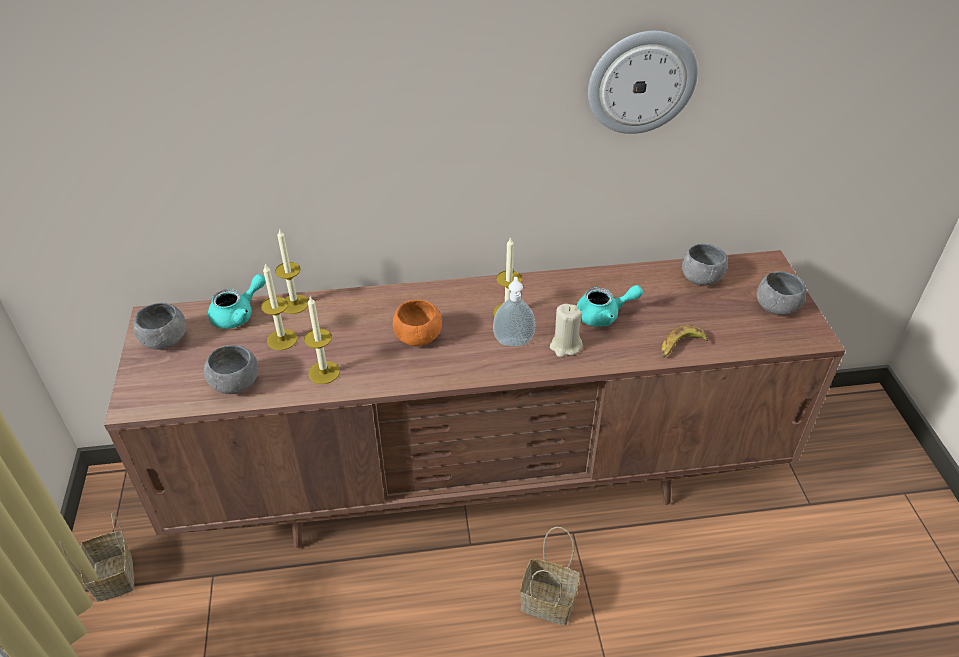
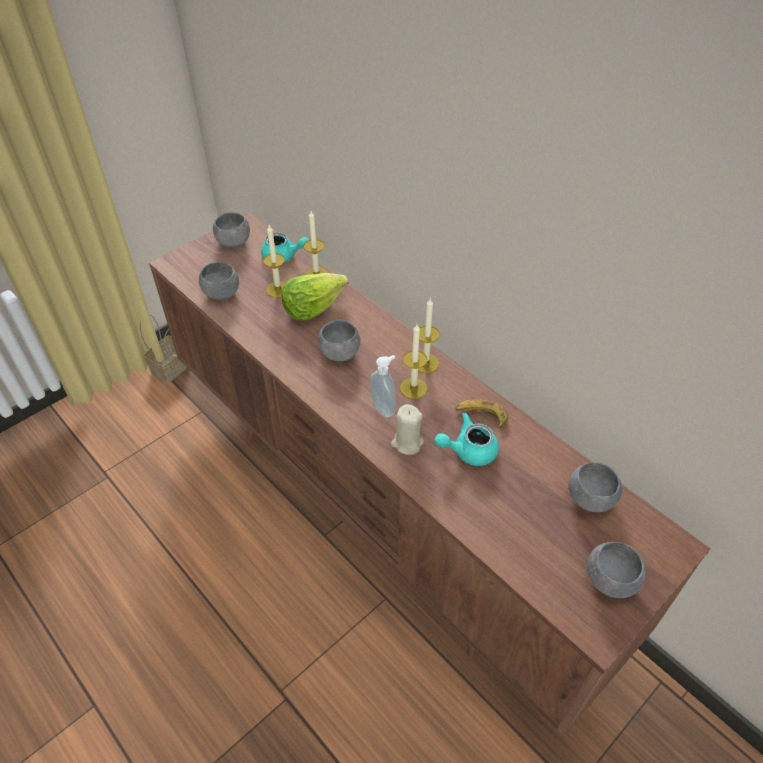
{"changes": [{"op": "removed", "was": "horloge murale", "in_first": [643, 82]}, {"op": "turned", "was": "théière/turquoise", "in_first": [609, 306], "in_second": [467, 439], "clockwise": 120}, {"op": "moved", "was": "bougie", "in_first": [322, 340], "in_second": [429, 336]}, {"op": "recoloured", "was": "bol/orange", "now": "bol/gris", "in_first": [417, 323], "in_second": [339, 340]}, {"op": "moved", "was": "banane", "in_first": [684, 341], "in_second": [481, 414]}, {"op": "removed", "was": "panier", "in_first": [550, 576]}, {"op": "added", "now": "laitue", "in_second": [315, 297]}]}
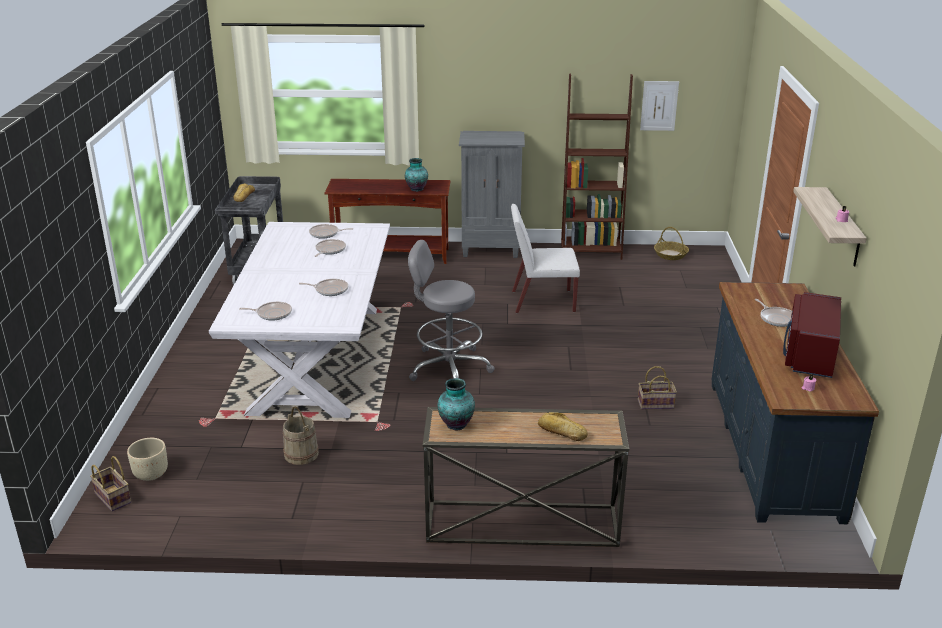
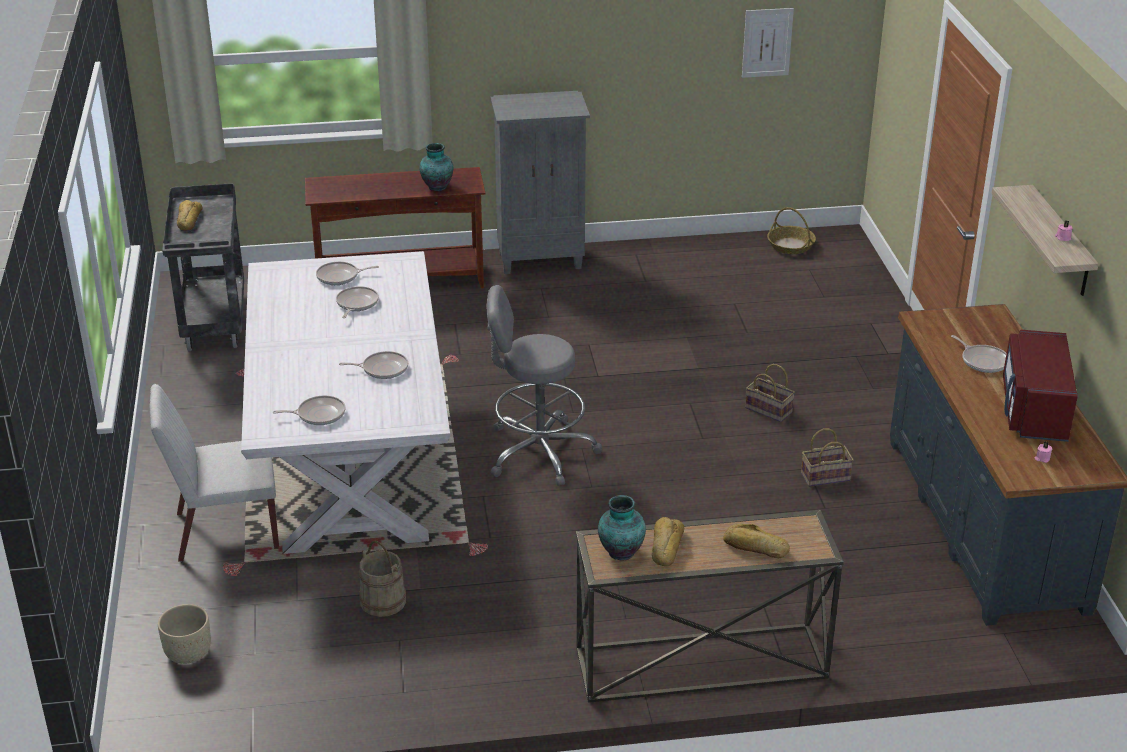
{"changes": [{"op": "removed", "was": "bibliothèque/marron", "in_first": [597, 167]}, {"op": "moved", "was": "chaise/blanc", "in_first": [545, 258], "in_second": [214, 473]}, {"op": "moved", "was": "panier", "in_first": [110, 483], "in_second": [770, 393]}, {"op": "added", "now": "pain", "in_second": [668, 541]}]}
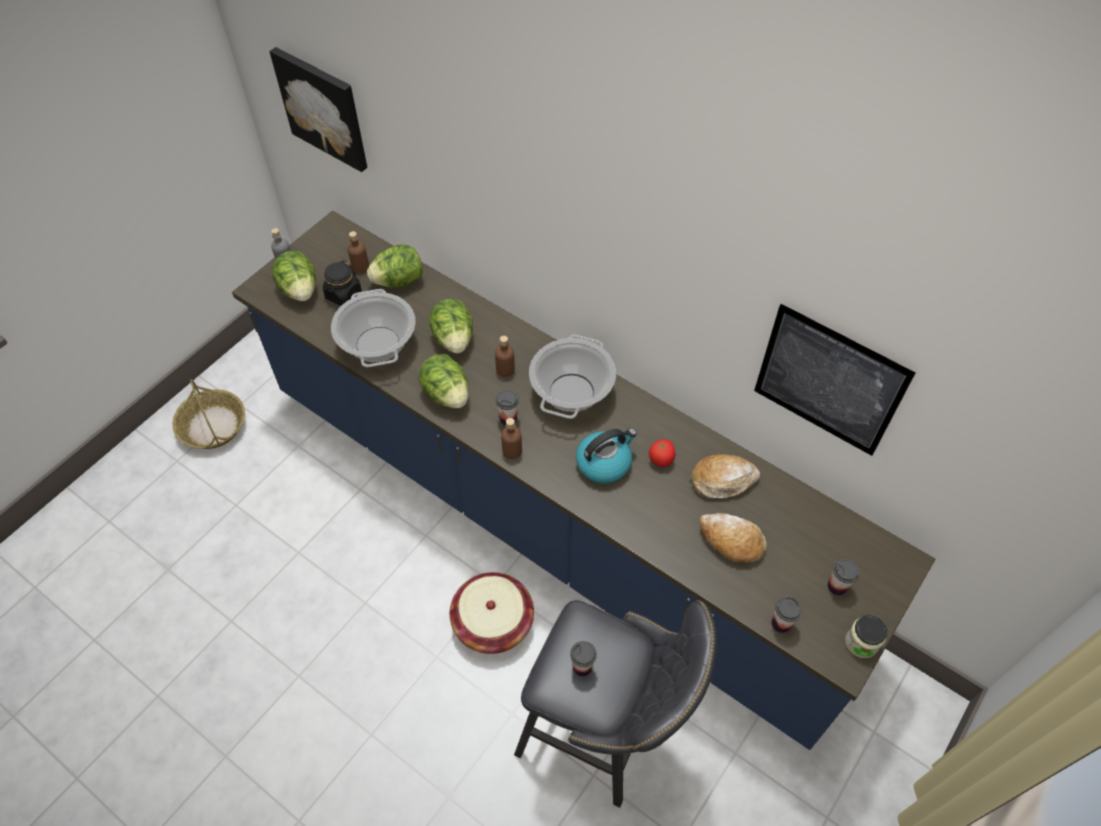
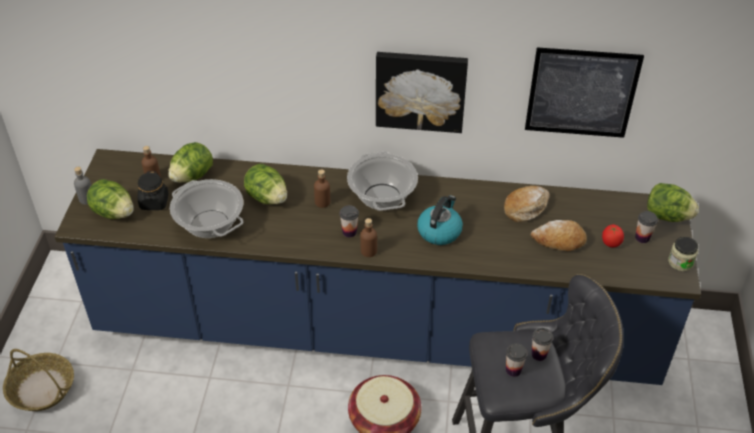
{"changes": [{"op": "moved", "was": "tableau", "in_first": [318, 109], "in_second": [422, 92]}, {"op": "moved", "was": "laitue", "in_first": [443, 381], "in_second": [673, 202]}, {"op": "moved", "was": "tomate", "in_first": [662, 453], "in_second": [613, 236]}, {"op": "moved", "was": "tasse", "in_first": [787, 614], "in_second": [542, 344]}]}
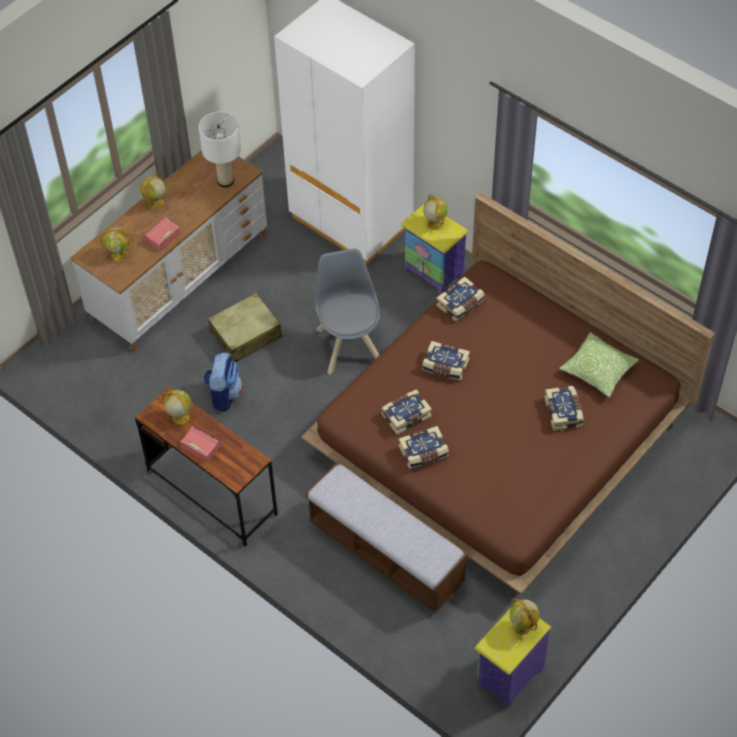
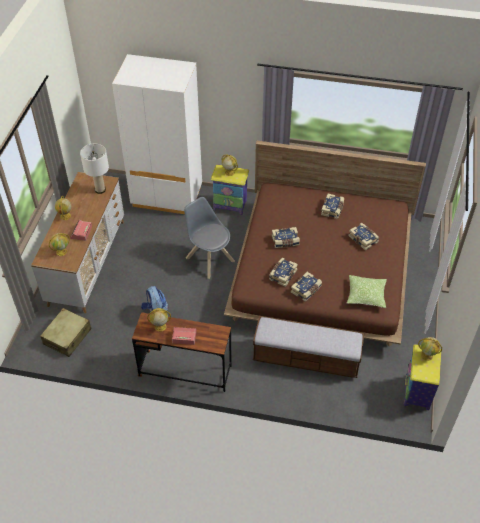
{"changes": [{"op": "moved", "was": "livre", "in_first": [460, 299], "in_second": [332, 206]}, {"op": "moved", "was": "valise/beige", "in_first": [245, 327], "in_second": [65, 332]}, {"op": "moved", "was": "coussin", "in_first": [599, 364], "in_second": [367, 291]}]}
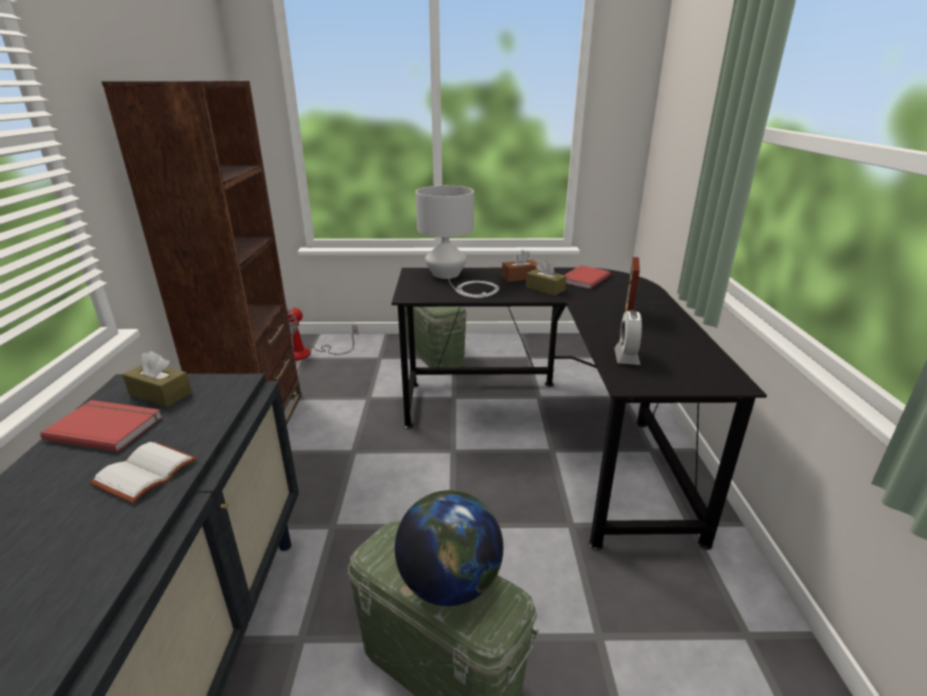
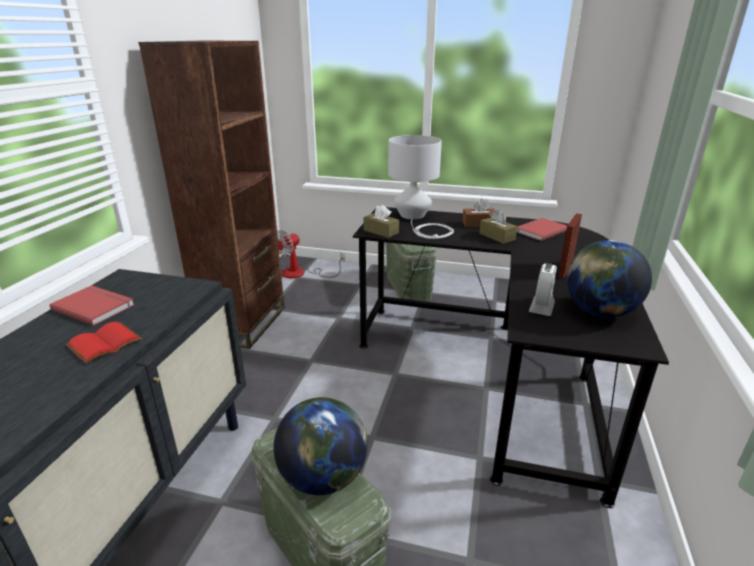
{"changes": [{"op": "moved", "was": "boîte à mouchoirs/marron", "in_first": [157, 379], "in_second": [381, 221]}, {"op": "recoloured", "was": "livre/blanc", "now": "livre/rouge", "in_first": [143, 472], "in_second": [104, 342]}, {"op": "added", "now": "globe", "in_second": [609, 278]}]}
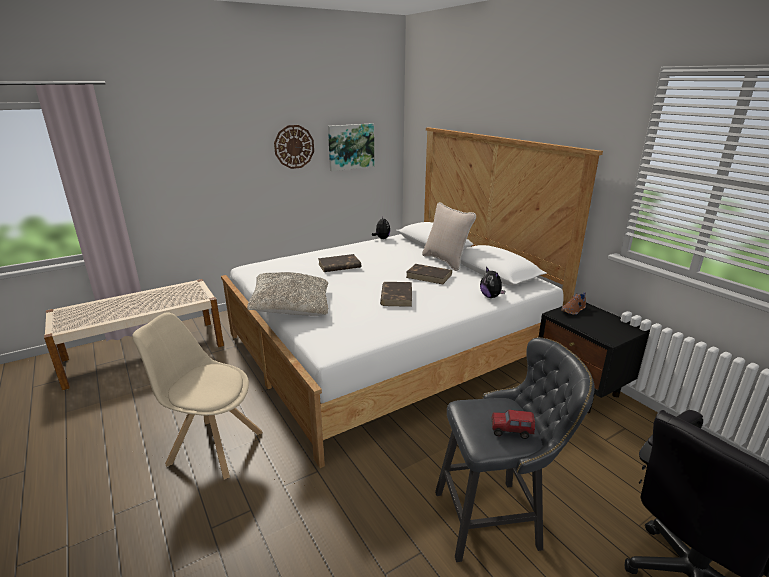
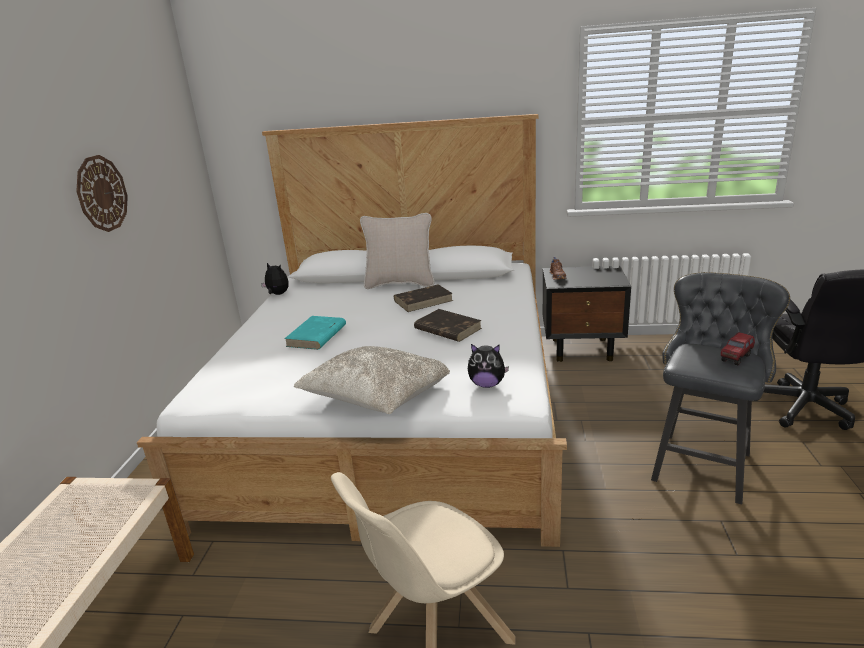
{"changes": [{"op": "removed", "was": "tableau", "in_first": [351, 147]}, {"op": "recoloured", "was": "livre/marron", "now": "livre/turquoise", "in_first": [339, 263], "in_second": [315, 333]}, {"op": "moved", "was": "peluche", "in_first": [492, 282], "in_second": [488, 366]}]}
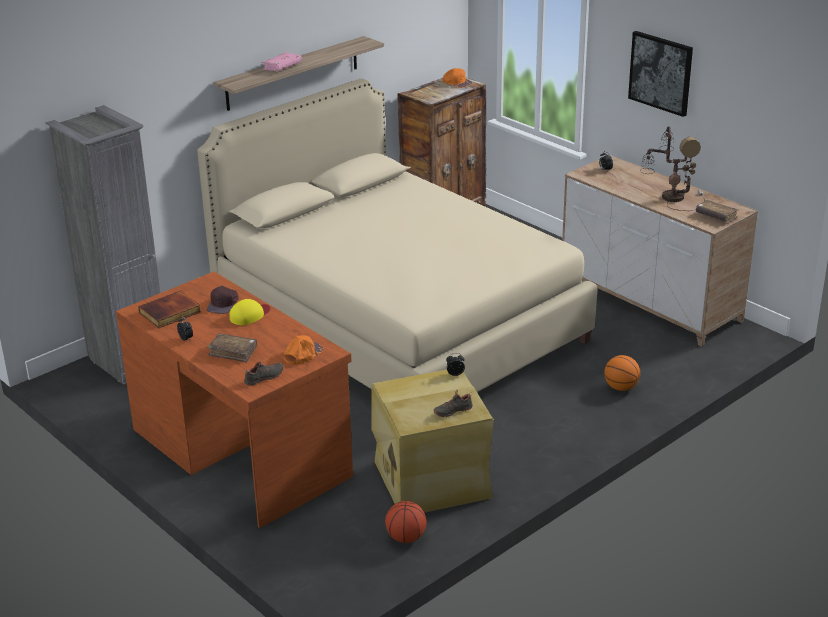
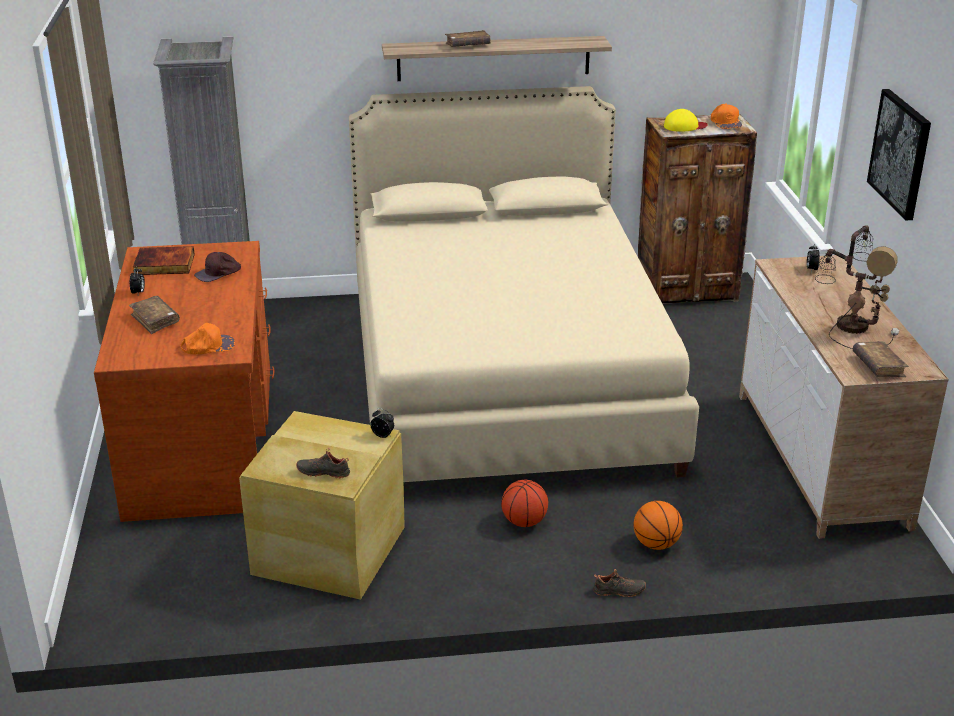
{"changes": [{"op": "recoloured", "was": "livre/rose", "now": "livre/marron", "in_first": [282, 61], "in_second": [468, 38]}, {"op": "moved", "was": "casquette/jaune", "in_first": [250, 312], "in_second": [686, 120]}, {"op": "moved", "was": "chaussure/noir", "in_first": [263, 372], "in_second": [619, 583]}, {"op": "moved", "was": "ballon de basket", "in_first": [406, 522], "in_second": [524, 503]}]}
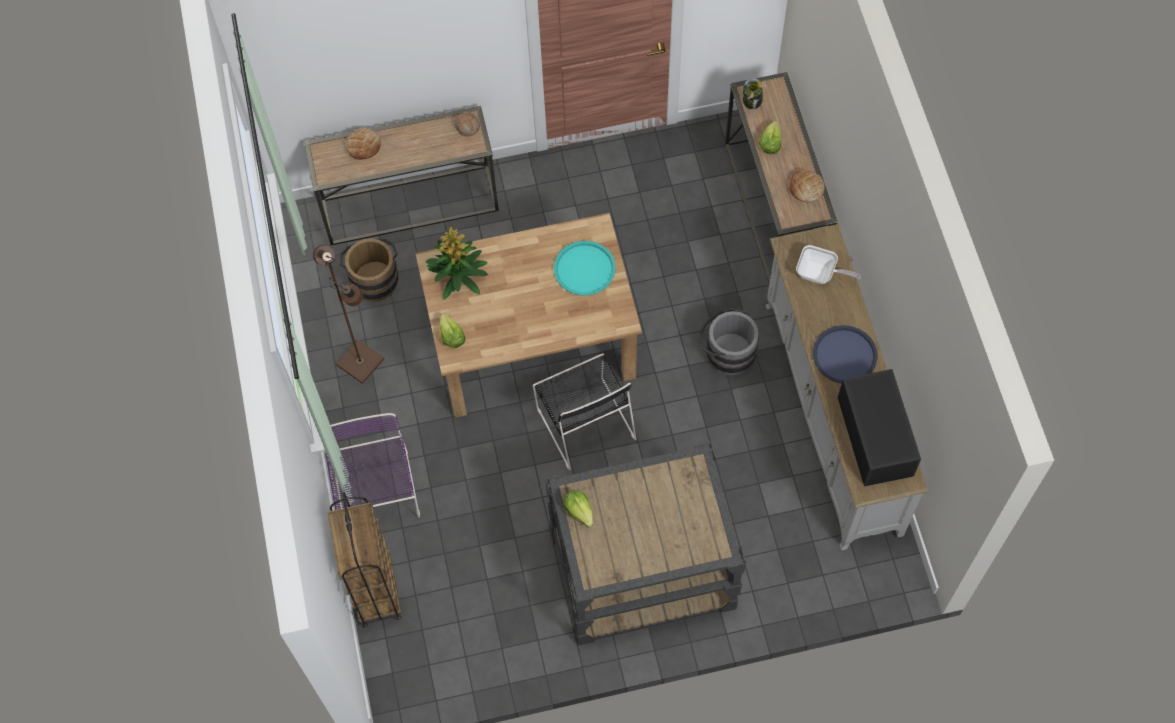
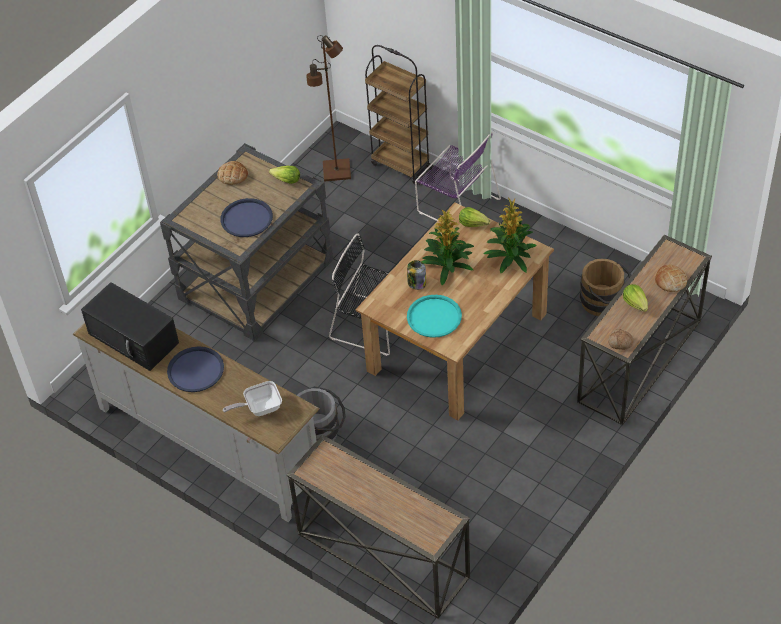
{"changes": [{"op": "moved", "was": "bocal", "in_first": [753, 94], "in_second": [416, 275]}, {"op": "moved", "was": "laitue", "in_first": [770, 137], "in_second": [635, 298]}, {"op": "moved", "was": "pain", "in_first": [807, 186], "in_second": [232, 173]}, {"op": "moved", "was": "lampadaire/marron", "in_first": [348, 314], "in_second": [328, 108]}, {"op": "added", "now": "plateau/bleu", "in_second": [246, 217]}, {"op": "added", "now": "plante en pot", "in_second": [447, 247]}]}
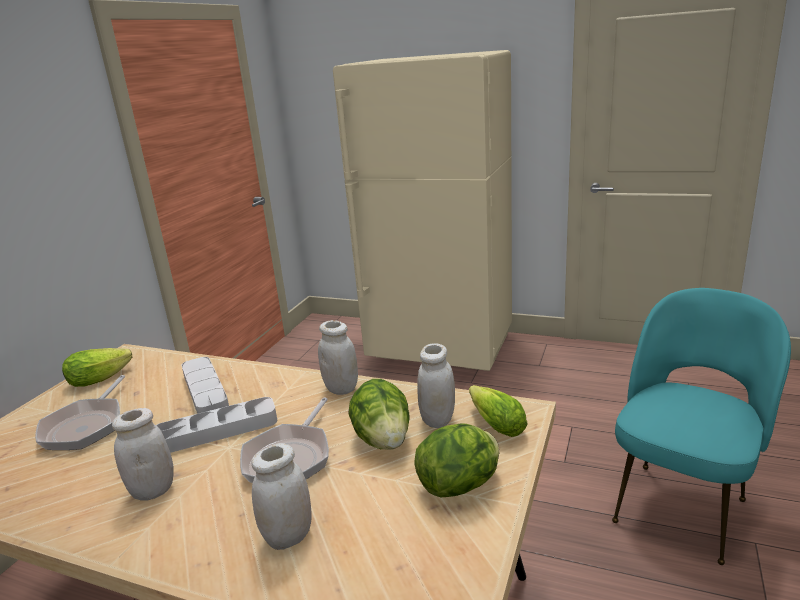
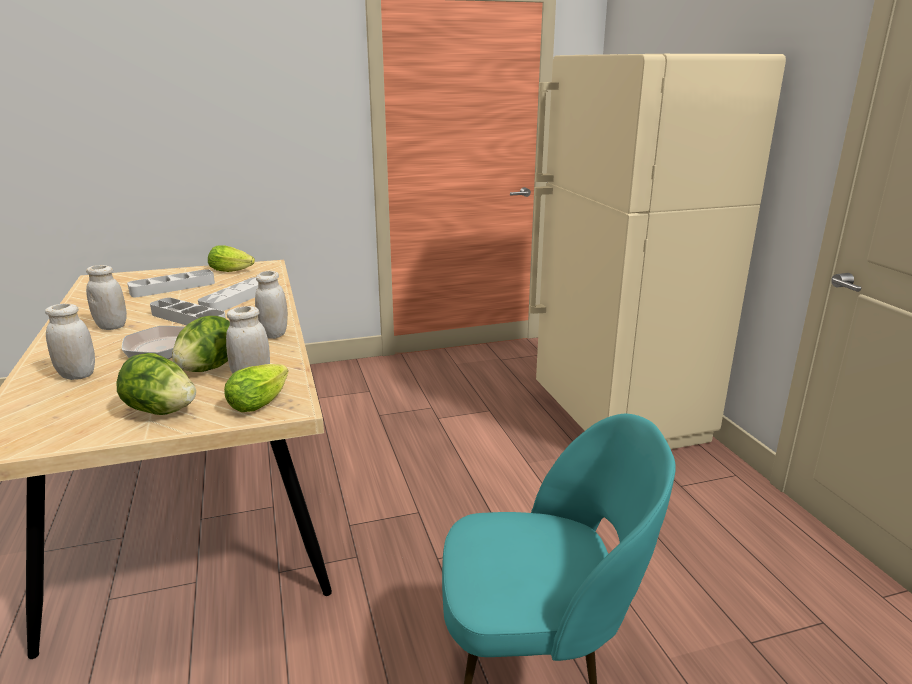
{"changes": [{"op": "replaced", "was": "poêle", "now": "plateau/gris", "in_first": [80, 412], "in_second": [171, 283]}]}
